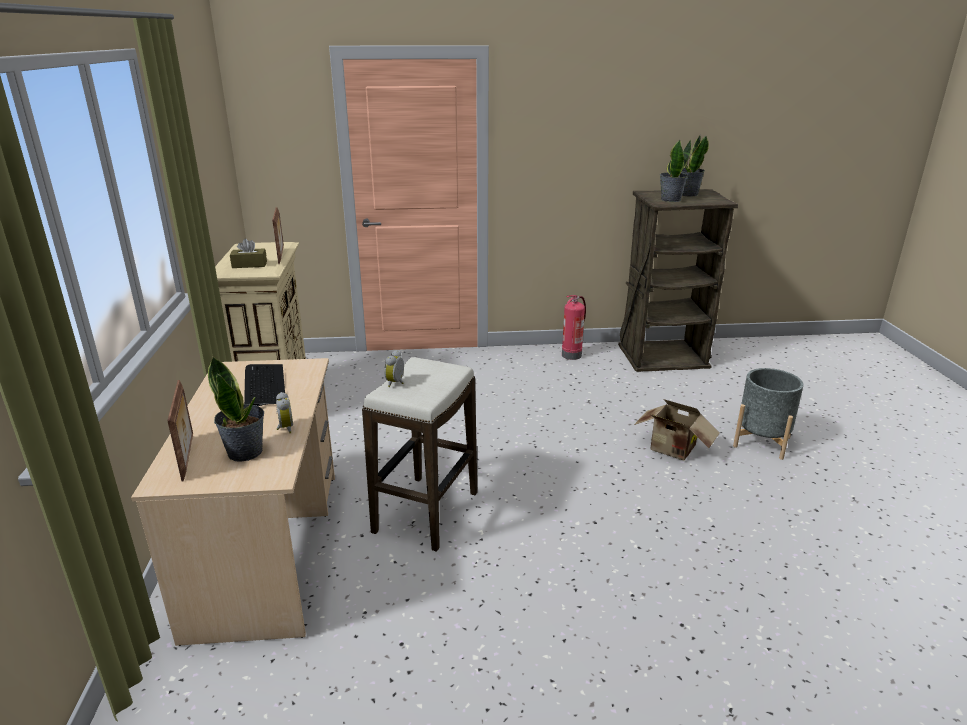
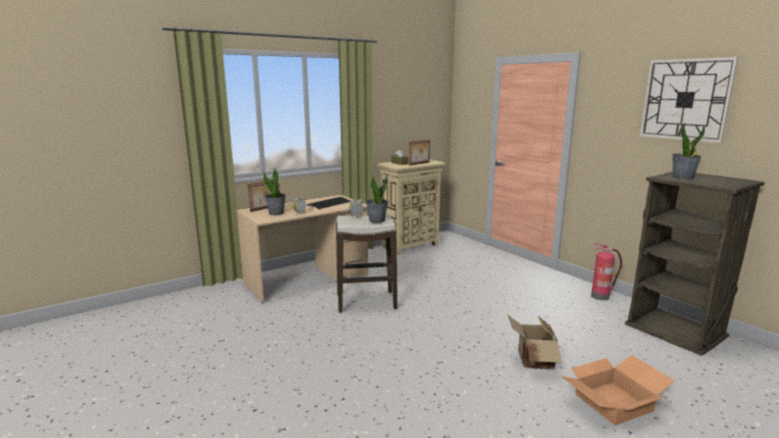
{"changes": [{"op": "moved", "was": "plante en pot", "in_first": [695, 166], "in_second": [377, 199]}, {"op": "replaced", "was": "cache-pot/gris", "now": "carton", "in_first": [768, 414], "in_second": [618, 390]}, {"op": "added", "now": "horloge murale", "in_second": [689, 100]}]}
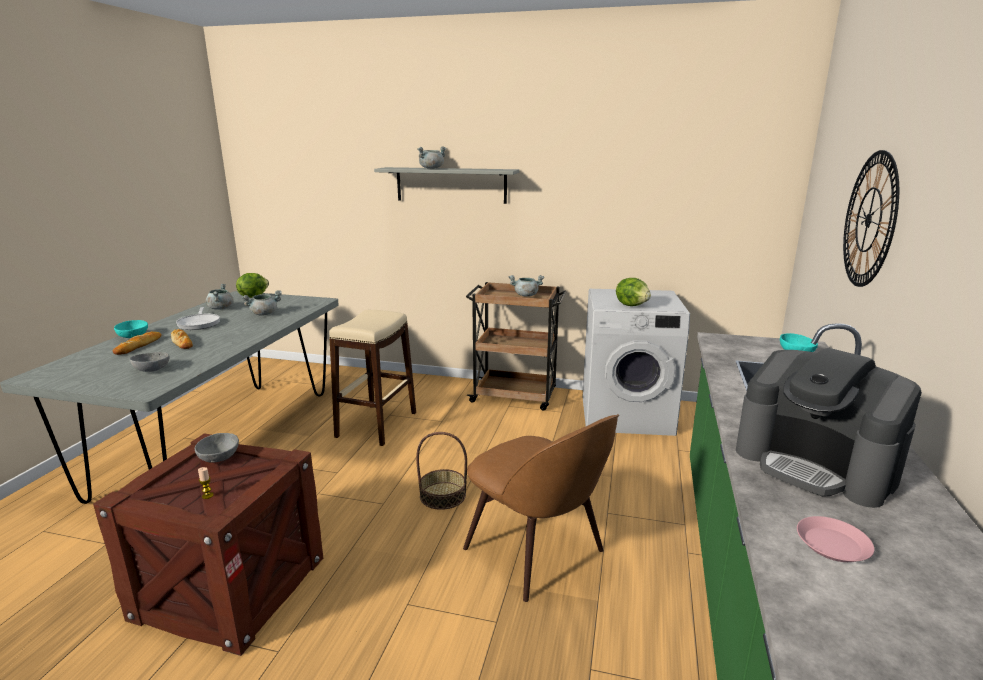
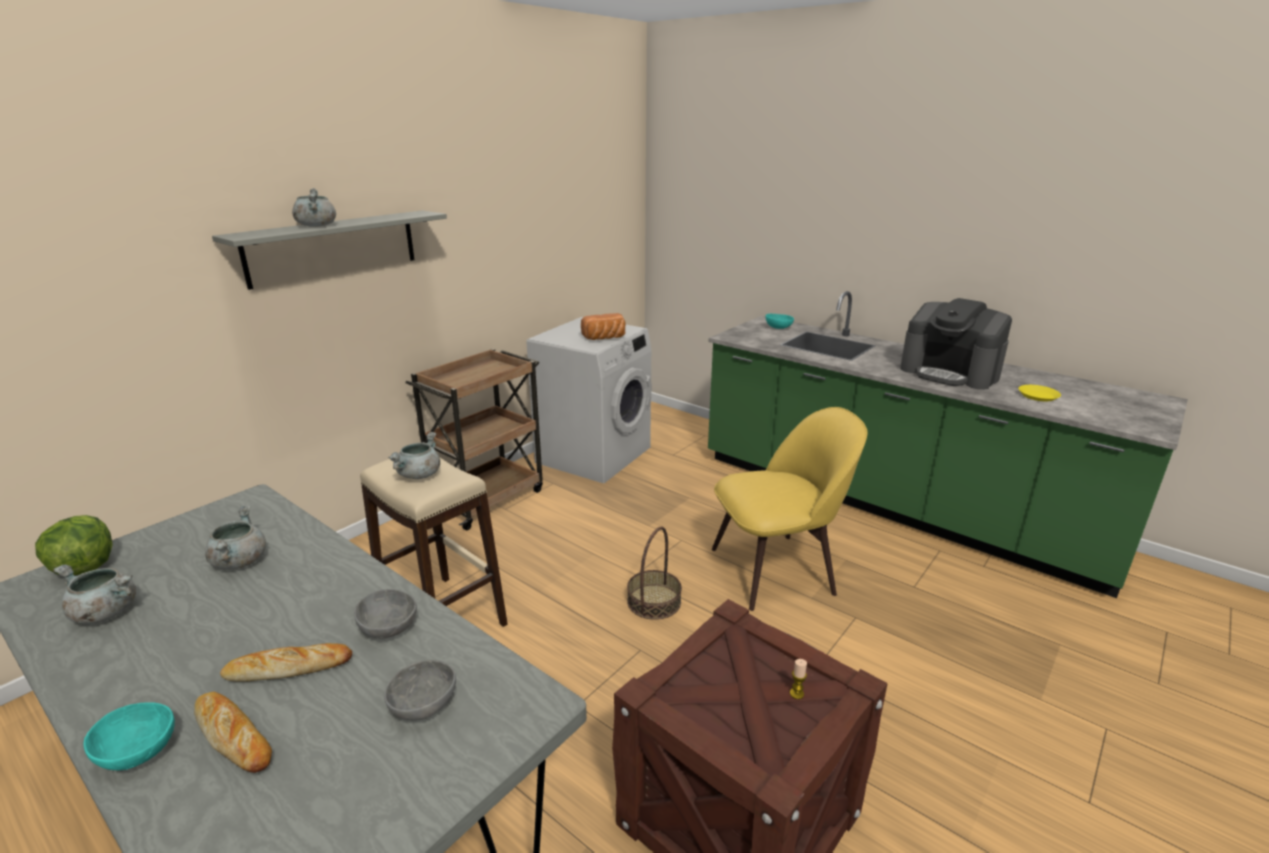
{"changes": [{"op": "removed", "was": "horloge murale", "in_first": [871, 218]}, {"op": "moved", "was": "marmite/gris", "in_first": [526, 286], "in_second": [414, 455]}, {"op": "replaced", "was": "laitue", "now": "pain", "in_first": [633, 292], "in_second": [603, 326]}, {"op": "removed", "was": "poêle", "in_first": [198, 318]}, {"op": "turned", "was": "machine à café", "in_first": [829, 428], "in_second": [956, 344], "clockwise": 60}, {"op": "recoloured", "was": "chaise/marron", "now": "chaise/jaune", "in_first": [541, 508], "in_second": [790, 509]}, {"op": "moved", "was": "bol/gris", "in_first": [217, 447], "in_second": [385, 614]}, {"op": "recoloured", "was": "assiette/rose", "now": "assiette/jaune", "in_first": [835, 539], "in_second": [1039, 393]}]}
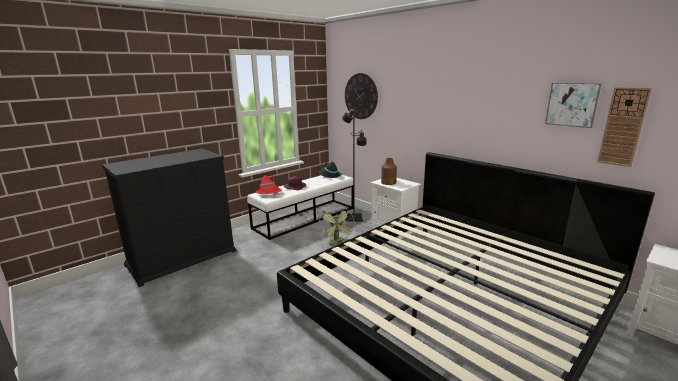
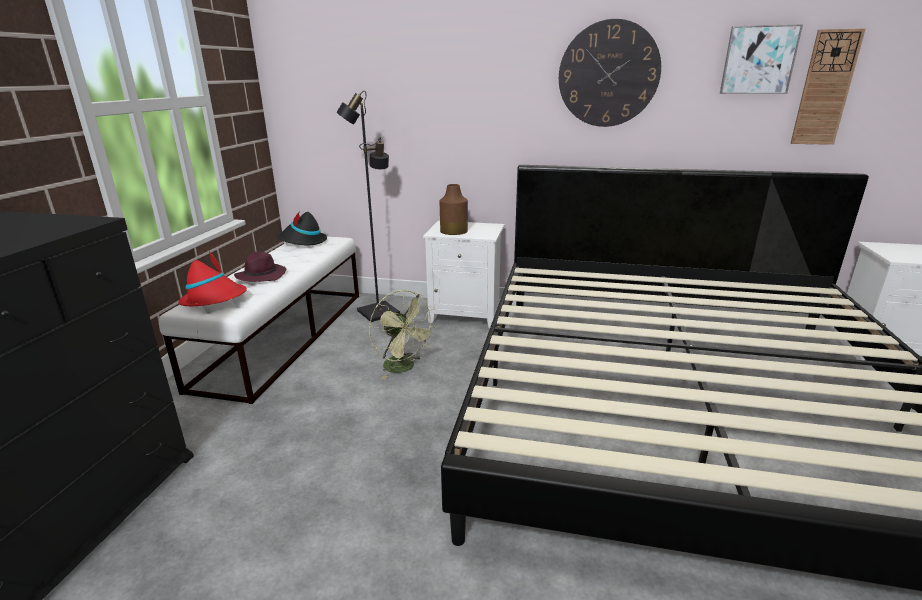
{"changes": [{"op": "moved", "was": "horloge murale", "in_first": [361, 96], "in_second": [610, 73]}]}
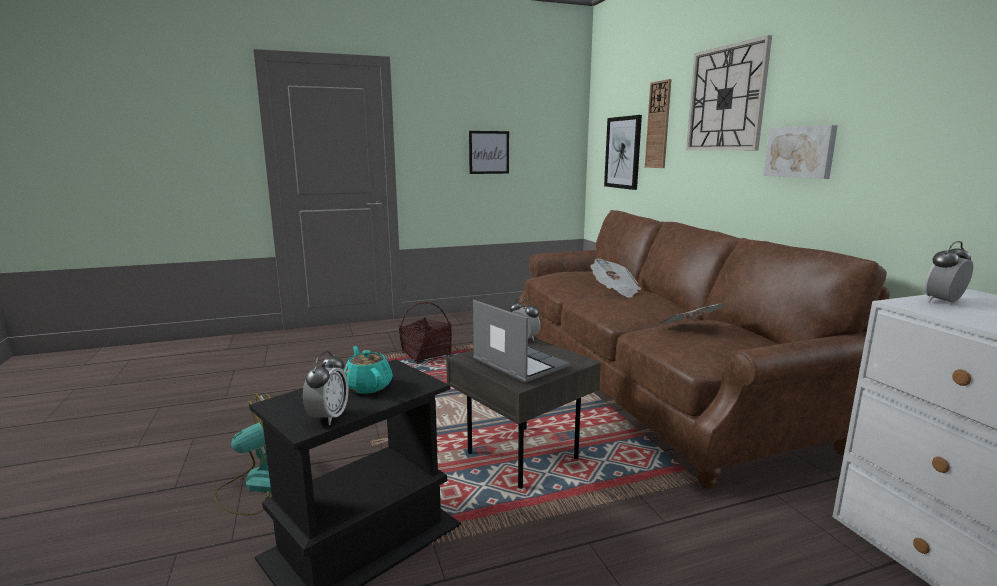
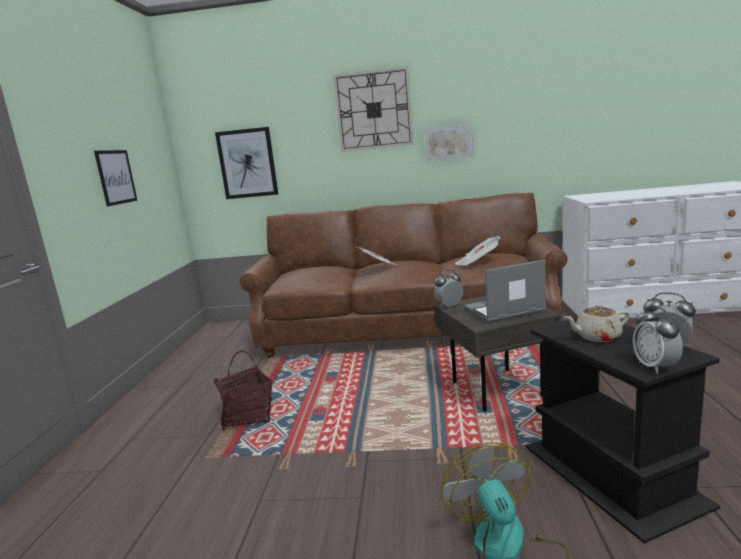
{"changes": [{"op": "removed", "was": "horloge murale", "in_first": [658, 123]}, {"op": "moved", "was": "réveil", "in_first": [949, 272], "in_second": [658, 339]}, {"op": "recoloured", "was": "théière/turquoise", "now": "théière/beige", "in_first": [368, 370], "in_second": [597, 323]}]}
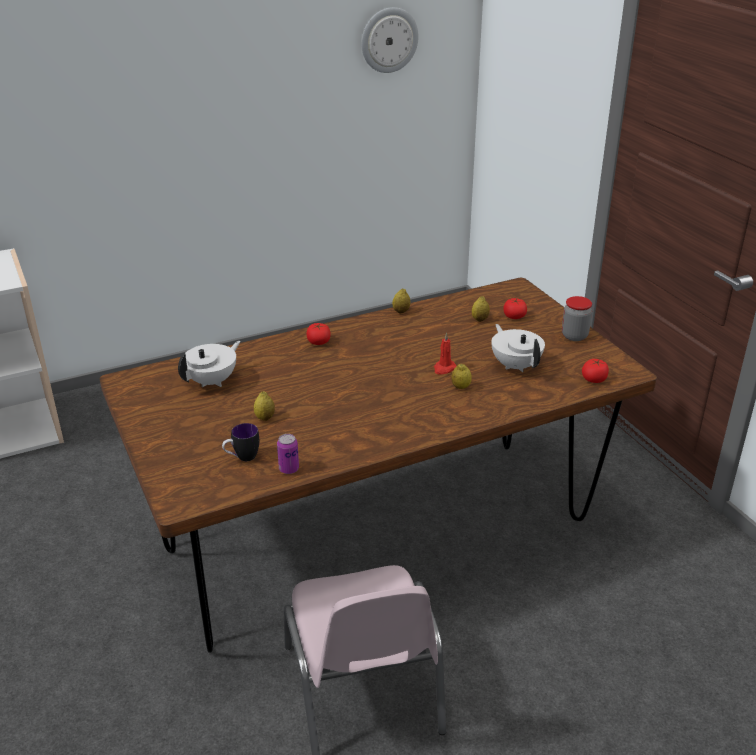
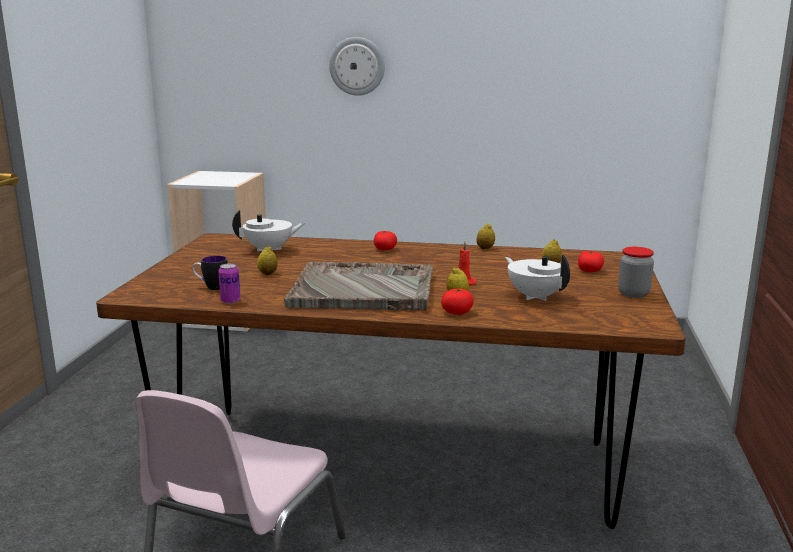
{"changes": [{"op": "moved", "was": "horloge murale", "in_first": [389, 40], "in_second": [357, 66]}, {"op": "turned", "was": "théière/blanc", "in_first": [518, 348], "in_second": [537, 277], "clockwise": -45}, {"op": "moved", "was": "tomate", "in_first": [595, 371], "in_second": [457, 302]}, {"op": "added", "now": "plateau/gris", "in_second": [358, 286]}]}
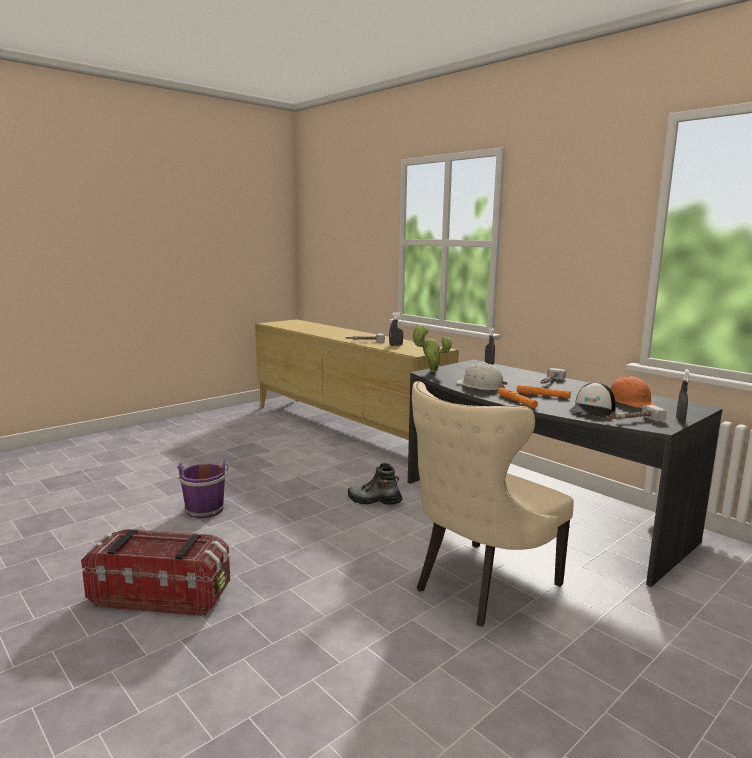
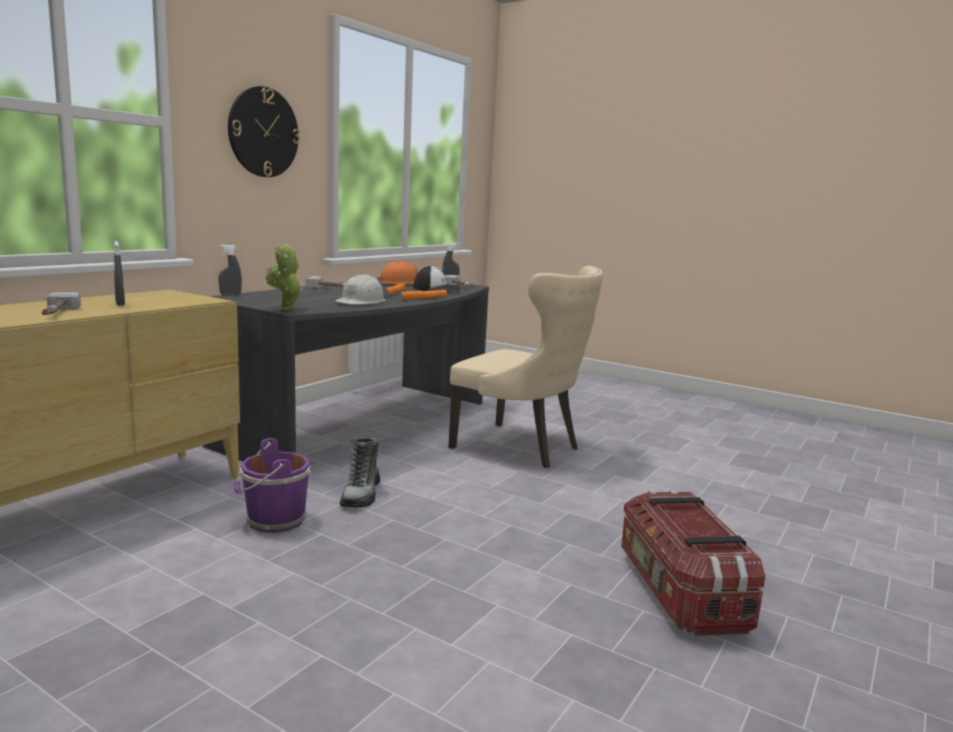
{"changes": [{"op": "moved", "was": "seau/violet", "in_first": [202, 489], "in_second": [272, 485]}, {"op": "added", "now": "horloge murale", "in_second": [264, 131]}]}
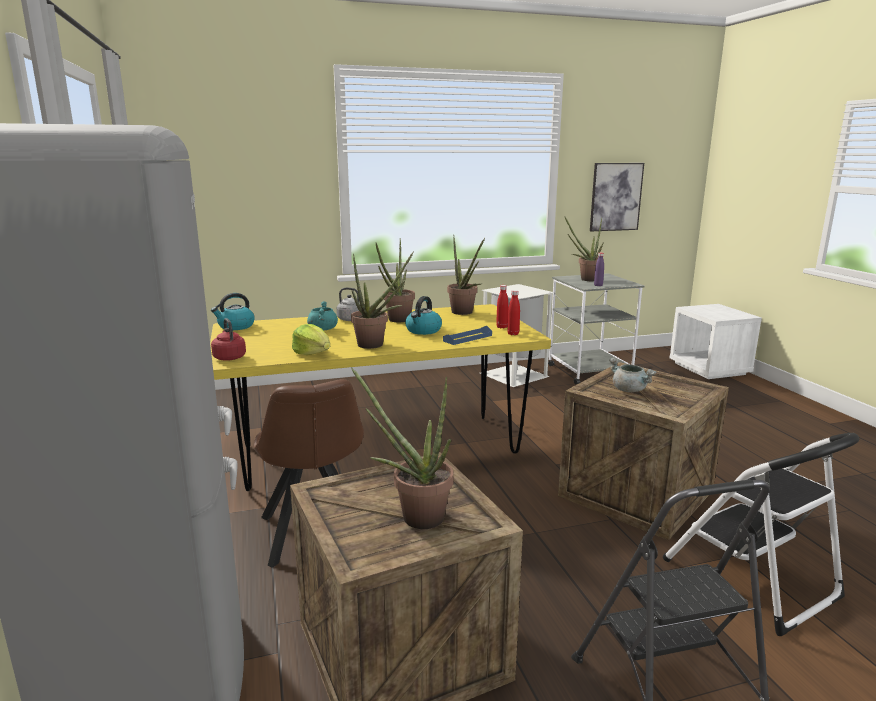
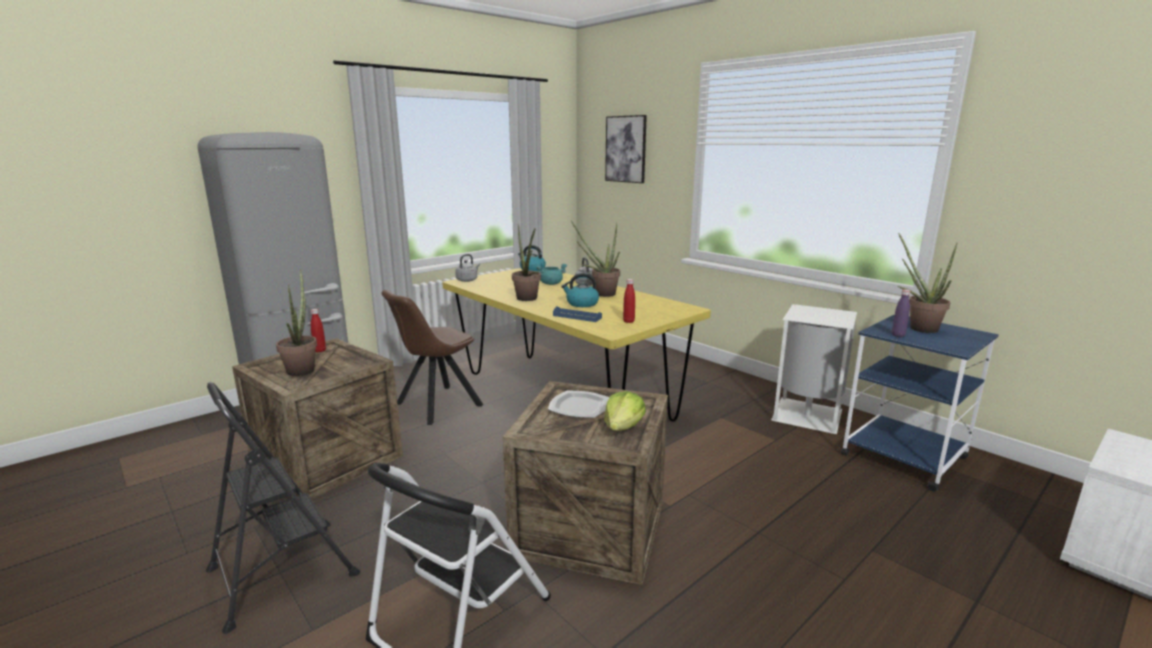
{"changes": [{"op": "moved", "was": "tableau", "in_first": [617, 197], "in_second": [626, 149]}, {"op": "removed", "was": "plante en pot", "in_first": [466, 275]}, {"op": "recoloured", "was": "chariot/gris", "now": "chariot/bleu", "in_first": [596, 328], "in_second": [920, 403]}, {"op": "moved", "was": "bouteille/rouge", "in_first": [513, 312], "in_second": [318, 330]}, {"op": "recoloured", "was": "bouilloire/rouge", "now": "bouilloire/gris", "in_first": [228, 339], "in_second": [467, 268]}, {"op": "moved", "was": "laitue", "in_first": [311, 339], "in_second": [625, 411]}, {"op": "replaced", "was": "marmite/gris", "now": "assiette", "in_first": [633, 375], "in_second": [578, 404]}]}
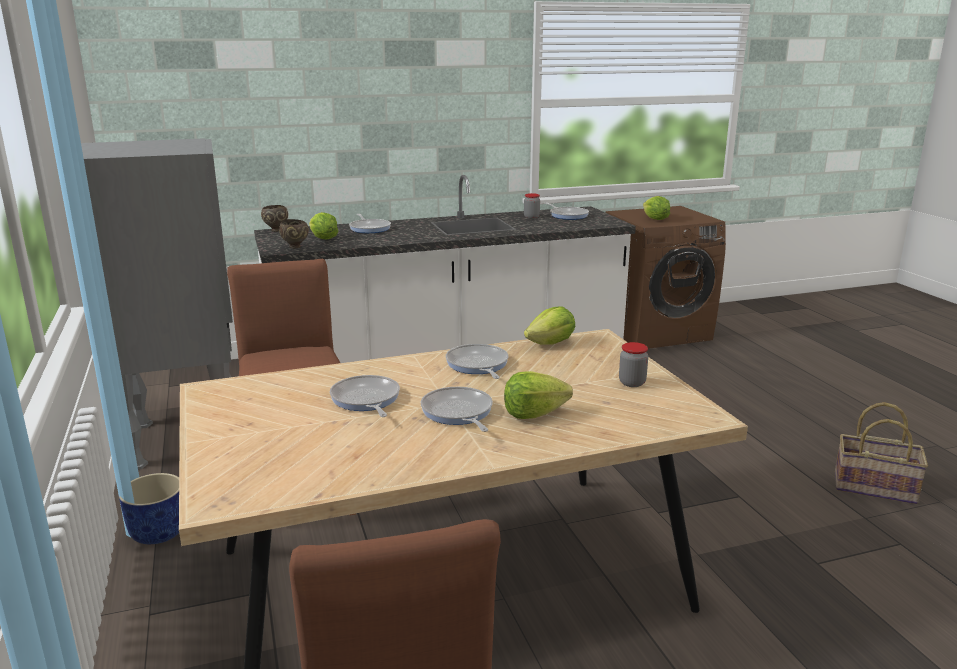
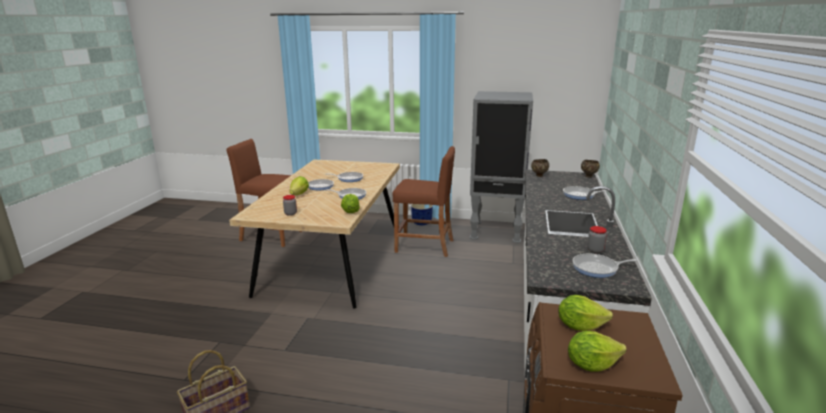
{"changes": [{"op": "moved", "was": "laitue", "in_first": [323, 226], "in_second": [597, 351]}]}
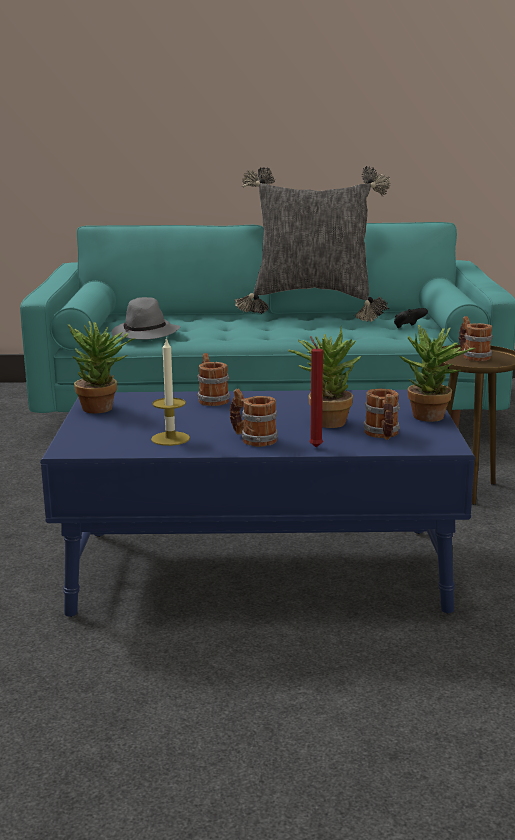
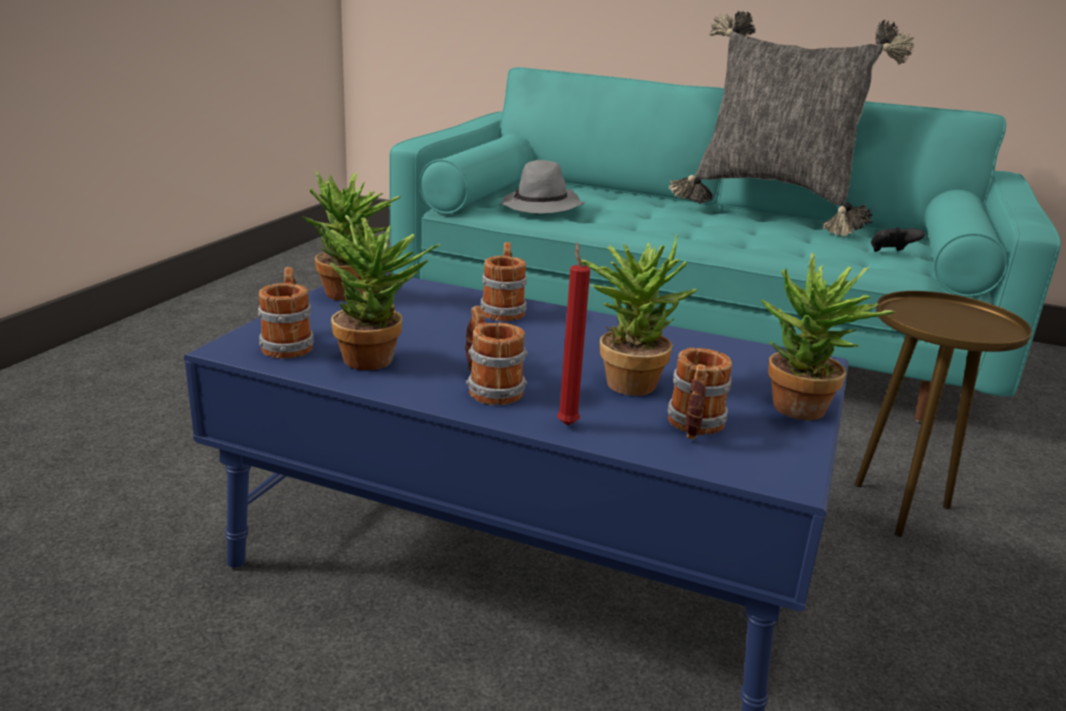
{"changes": [{"op": "moved", "was": "mug", "in_first": [476, 338], "in_second": [286, 313]}, {"op": "replaced", "was": "bougie", "now": "plante en pot", "in_first": [170, 391], "in_second": [380, 292]}]}
